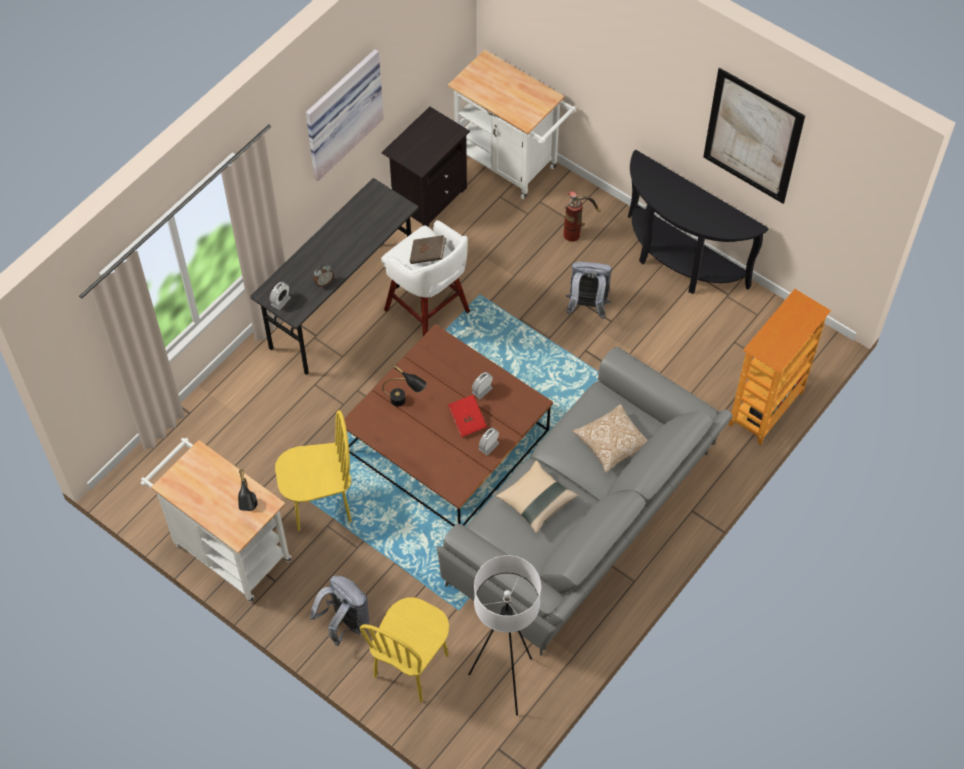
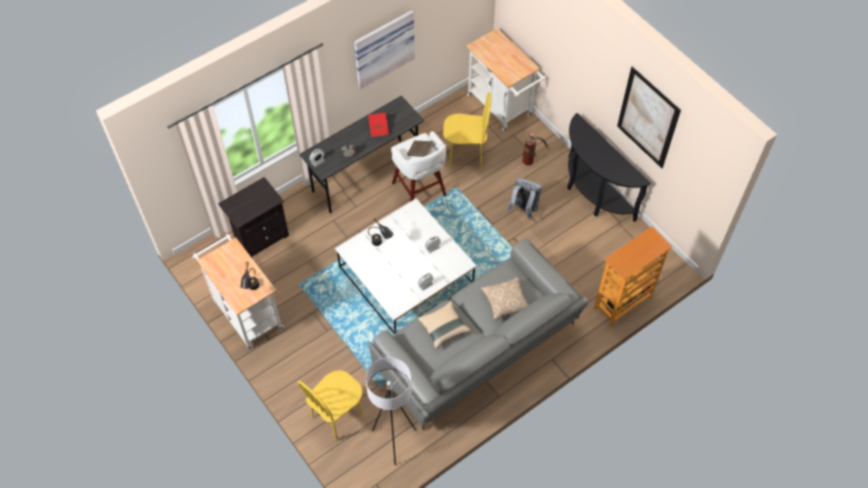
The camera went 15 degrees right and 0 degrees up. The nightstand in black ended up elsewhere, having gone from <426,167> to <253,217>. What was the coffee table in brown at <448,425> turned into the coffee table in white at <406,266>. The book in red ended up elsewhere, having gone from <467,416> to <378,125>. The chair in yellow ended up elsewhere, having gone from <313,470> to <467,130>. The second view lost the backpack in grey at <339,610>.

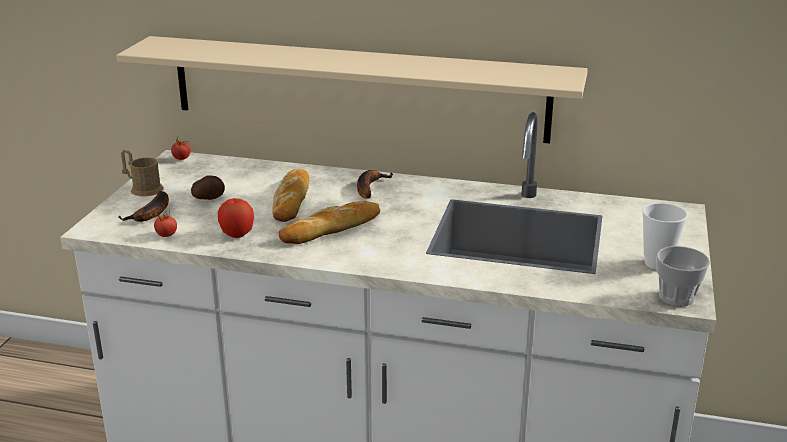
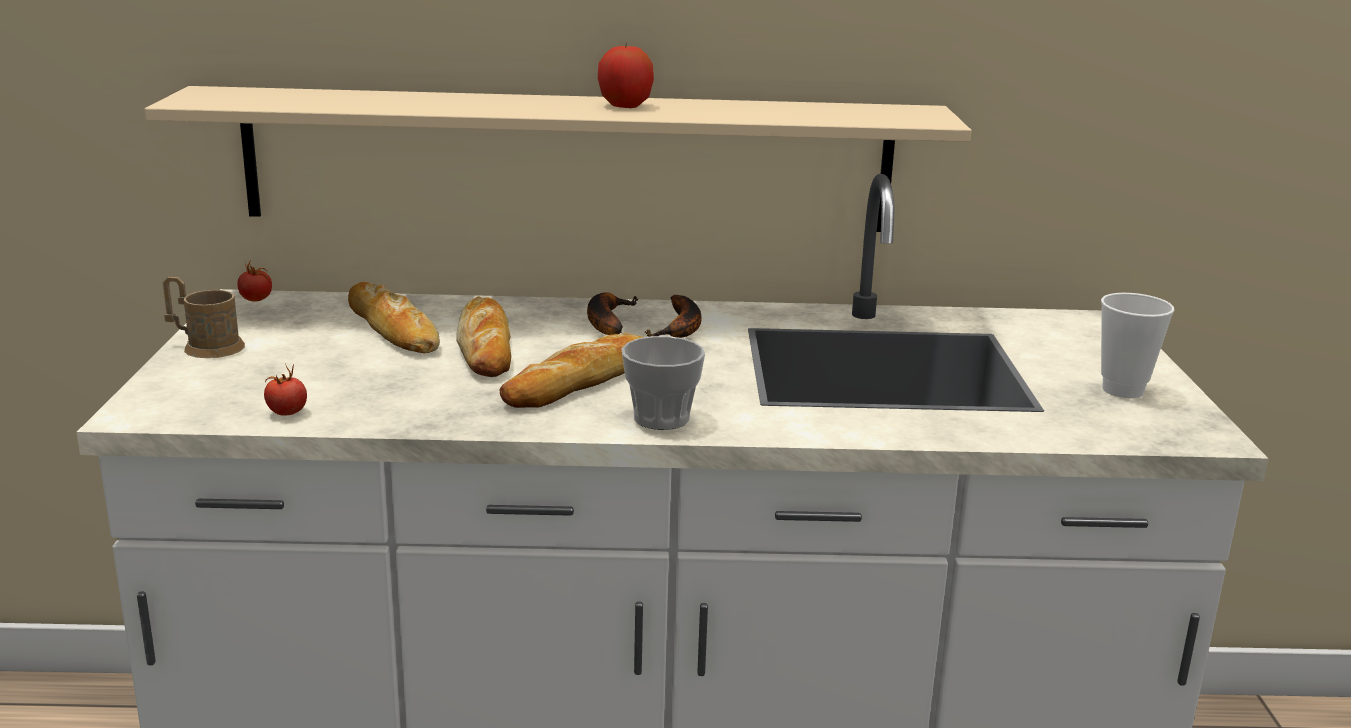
The camera went 15 degrees left and 5 degrees down. The second view lost the potato at <208,187>. The banana ended up elsewhere, having gone from <143,206> to <673,316>. The apple ended up elsewhere, having gone from <236,218> to <626,75>. The cup ended up elsewhere, having gone from <683,276> to <663,383>. The second view gained the bread at <394,317>.

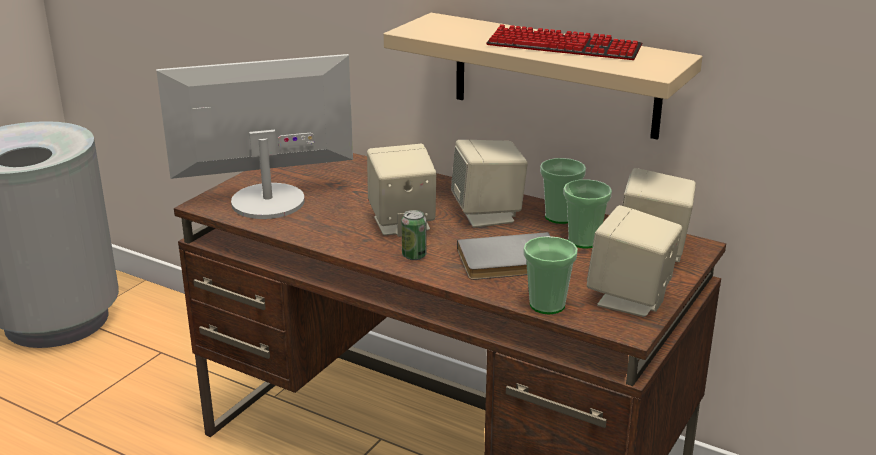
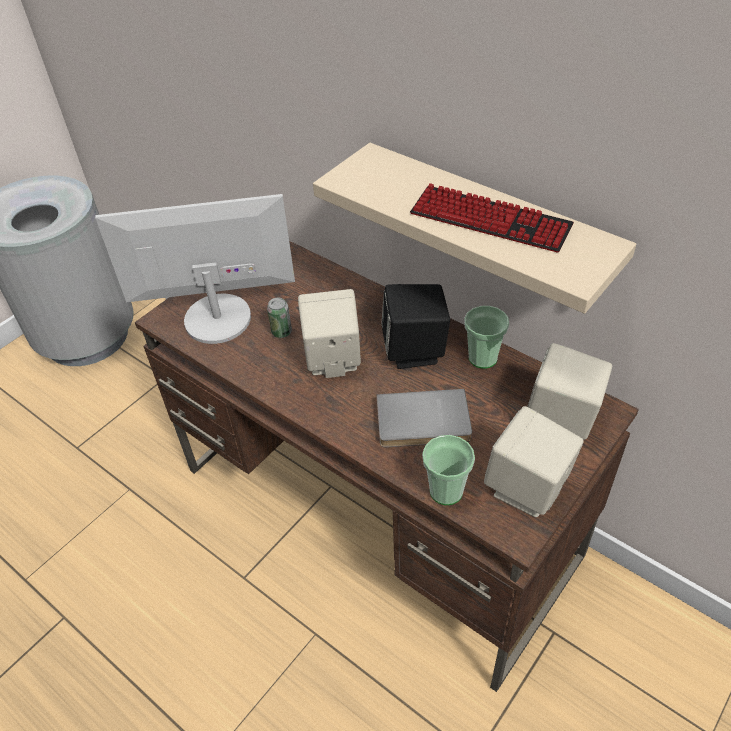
The camera went 10 degrees right and 20 degrees up. What was the speaker in beige at <489,184> turned into the speaker in black at <415,326>. The second view lost the cup at <587,213>. The can ended up elsewhere, having gone from <414,235> to <279,318>.

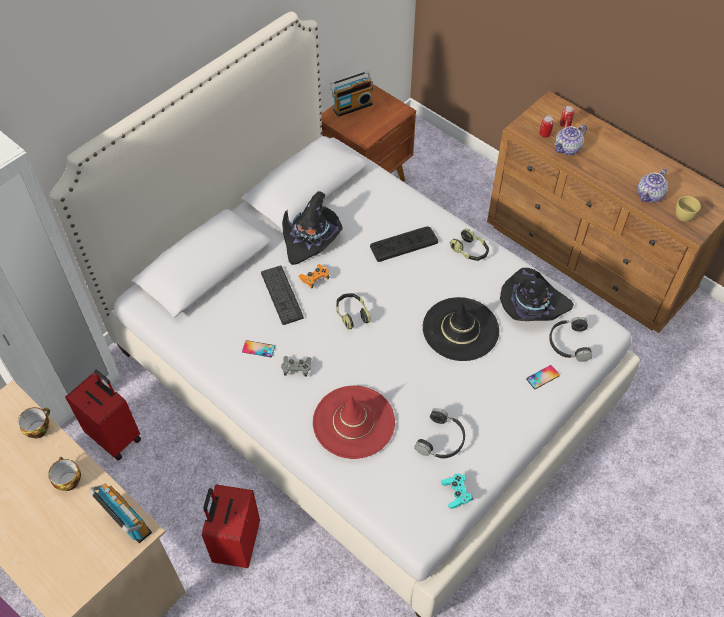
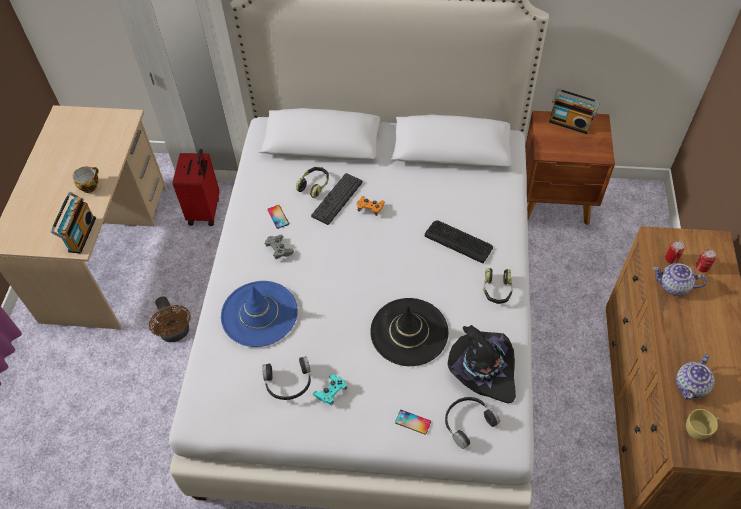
The camera went 55 degrees right and 0 degrees up. The teapot at <652,185> ended up facing another way, 60 degrees counterclockwise from before. The second view lost the hat in black at <312,228>. The headphones ended up elsewhere, having gone from <353,311> to <312,182>. What was the hat in red at <354,422> turned into the hat in blue at <259,314>. The second view lost the cup at <34,422>. The game controller in turquoise ended up elsewhere, having gone from <457,491> to <330,390>. Where the suitcase in red stood at <231,526>, the fan in brown came to stand at <170,319>.

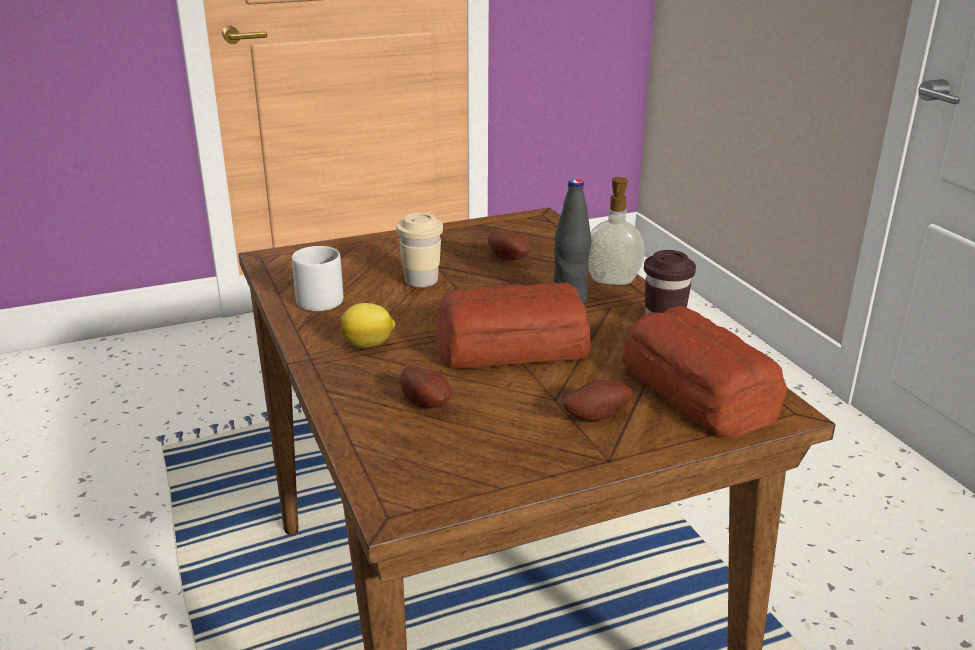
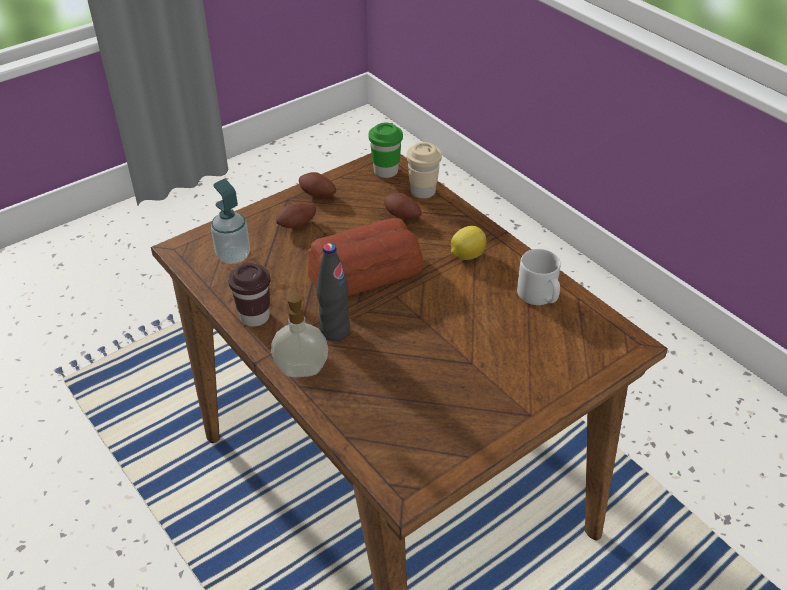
The camera went 165 degrees right and 15 degrees up. The cup in beige ended up elsewhere, having gone from <419,250> to <424,170>. The potato ended up elsewhere, having gone from <509,246> to <317,184>. Where the bread stood at <704,372>, the soap dispenser came to stand at <230,221>. The second view gained the cup in green at <386,150>.

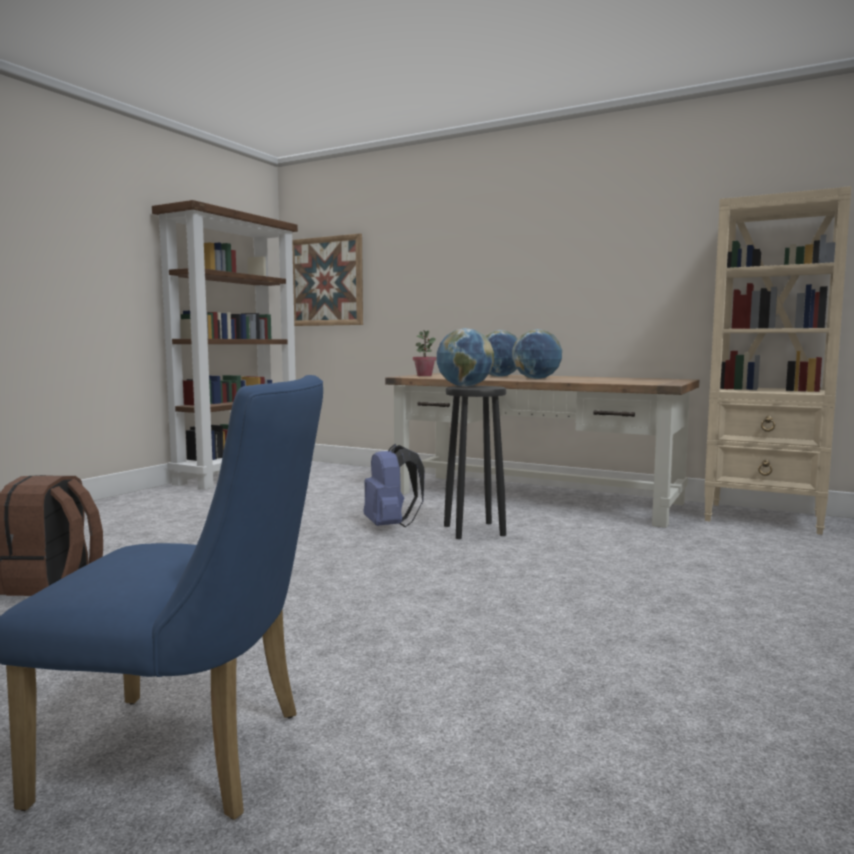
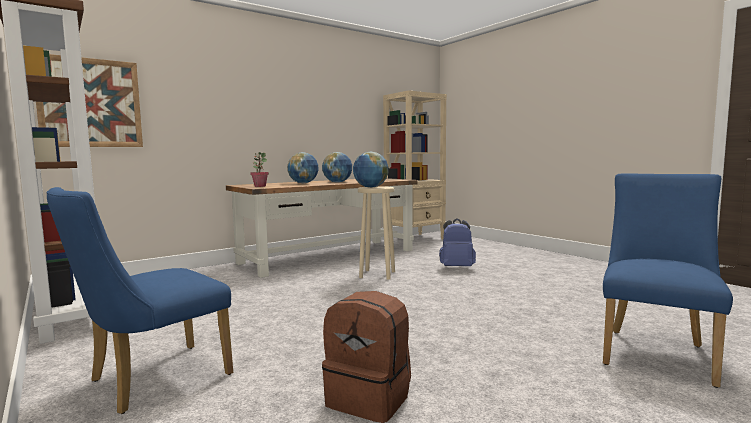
The camera went 65 degrees left and 0 degrees up. What was the stool in black at <475,462> turned into the stool in beige at <376,233>. The backpack in blue ended up elsewhere, having gone from <394,485> to <457,242>. The second view gained the chair in blue at <140,300>.

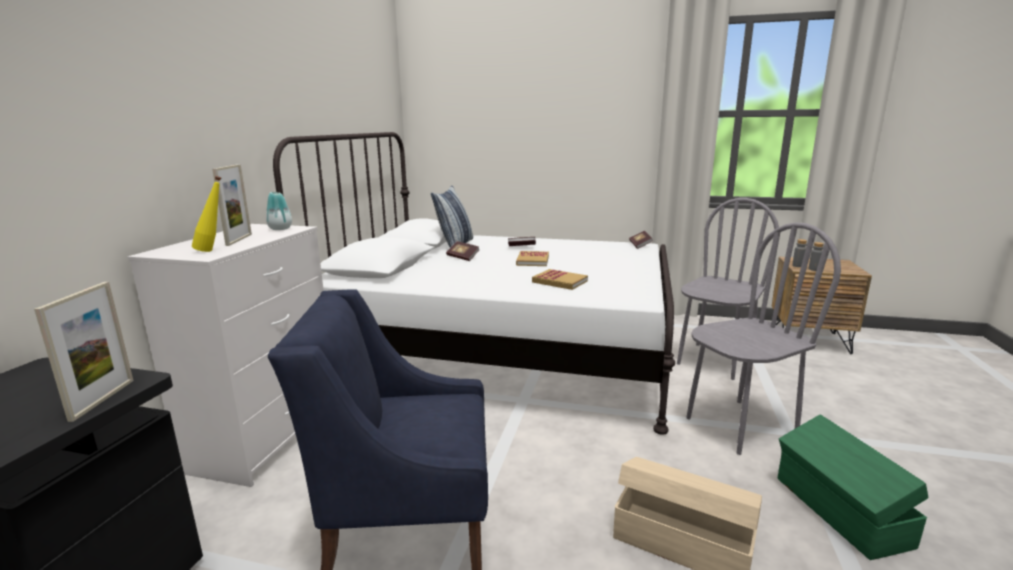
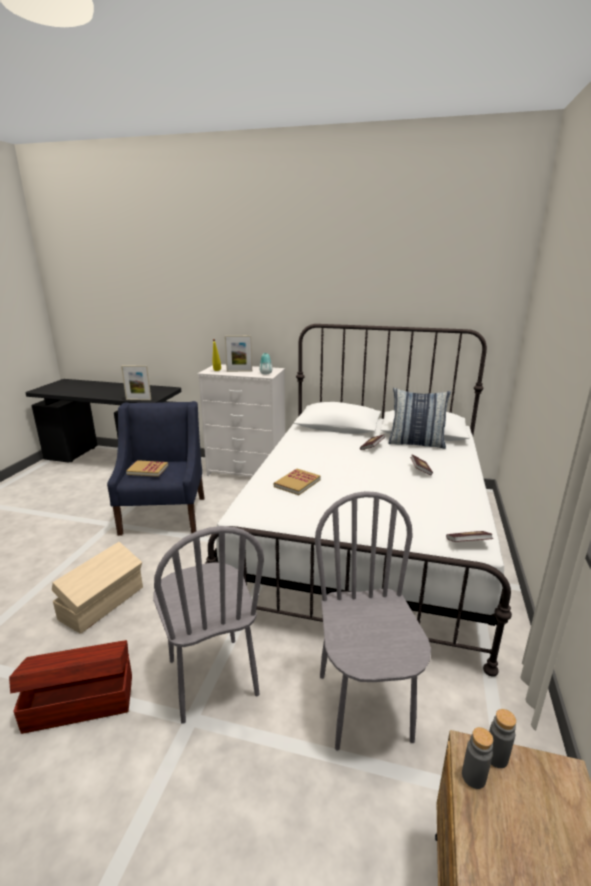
The camera went 90 degrees right and 5 degrees up. The chair in grey at <728,289> ended up facing another way, 135 degrees counterclockwise from before. The book ended up elsewhere, having gone from <532,258> to <147,468>. What was the storage box in green at <853,487> turned into the storage box in brown at <70,687>.

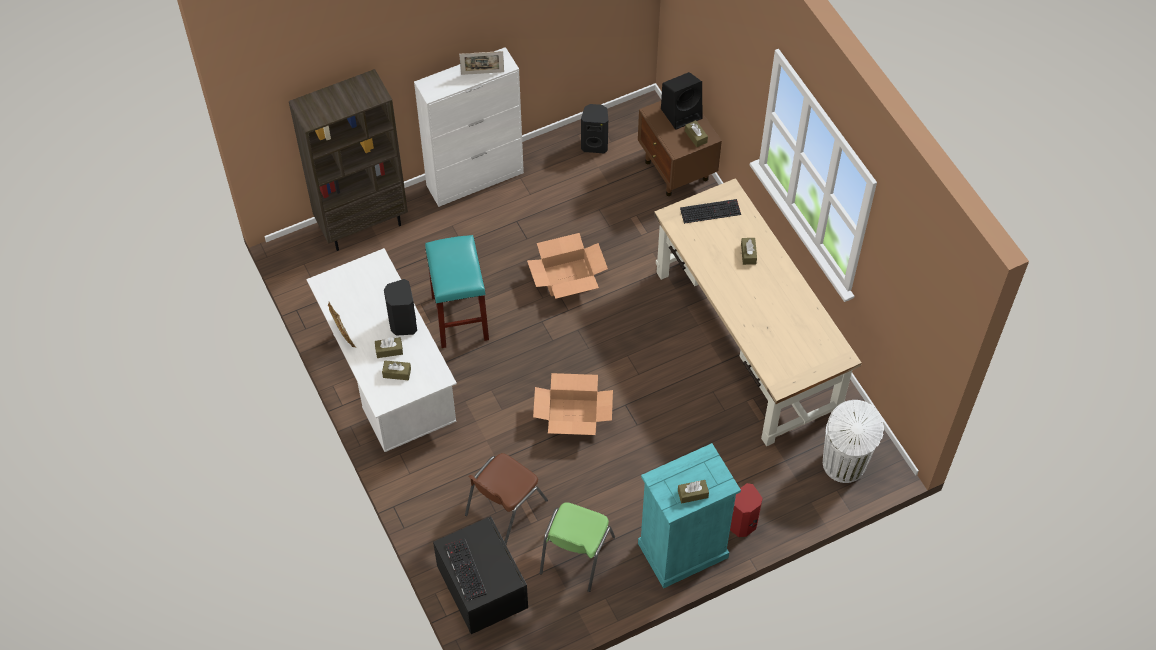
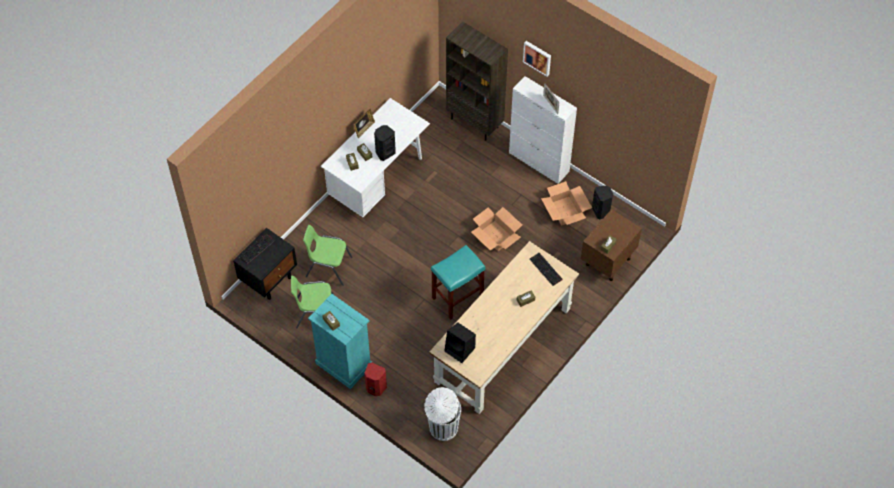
The camera went 65 degrees right and 0 degrees up. The speaker in black ended up elsewhere, having gone from <681,101> to <460,343>. The stool in turquoise ended up elsewhere, having gone from <457,291> to <458,282>. The cardboard box ended up elsewhere, having gone from <573,404> to <566,203>. What was the chair in brown at <506,498> turned into the chair in green at <328,255>. The second view gained the picture at <537,59>.

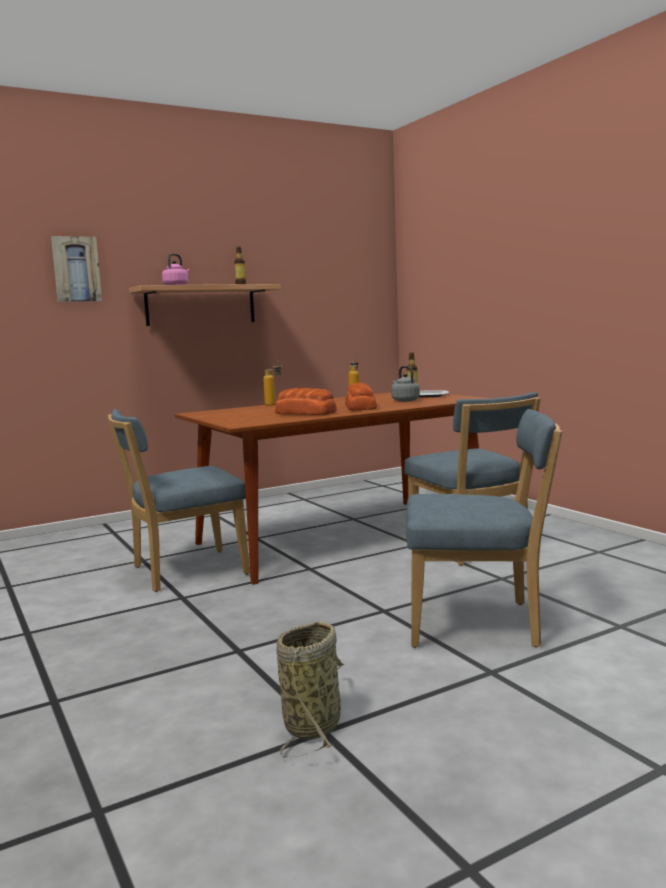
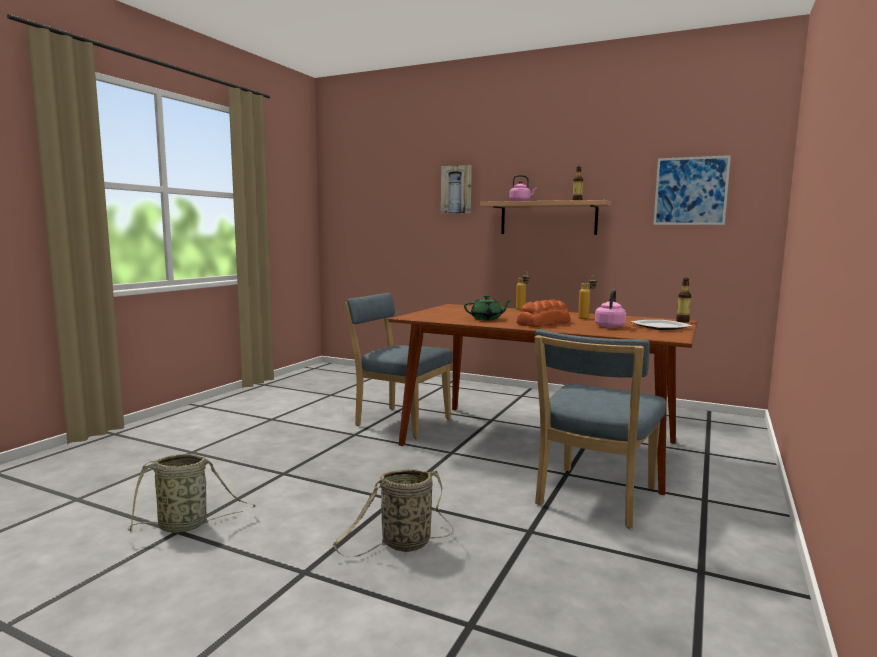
The camera went 55 degrees right and 0 degrees up. What was the kettle in grey at <405,384> turned into the kettle in pink at <610,309>. Where the bread stood at <306,401>, the teapot in green came to stand at <488,307>. Where the chair in blue stood at <484,528>, the basket came to stand at <393,513>. The second view gained the picture at <692,190>.

